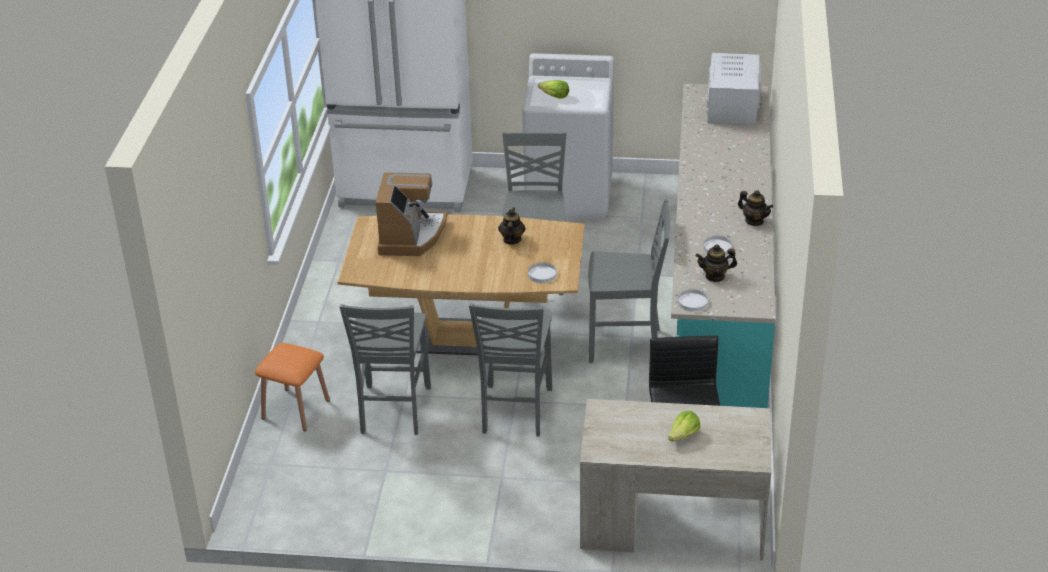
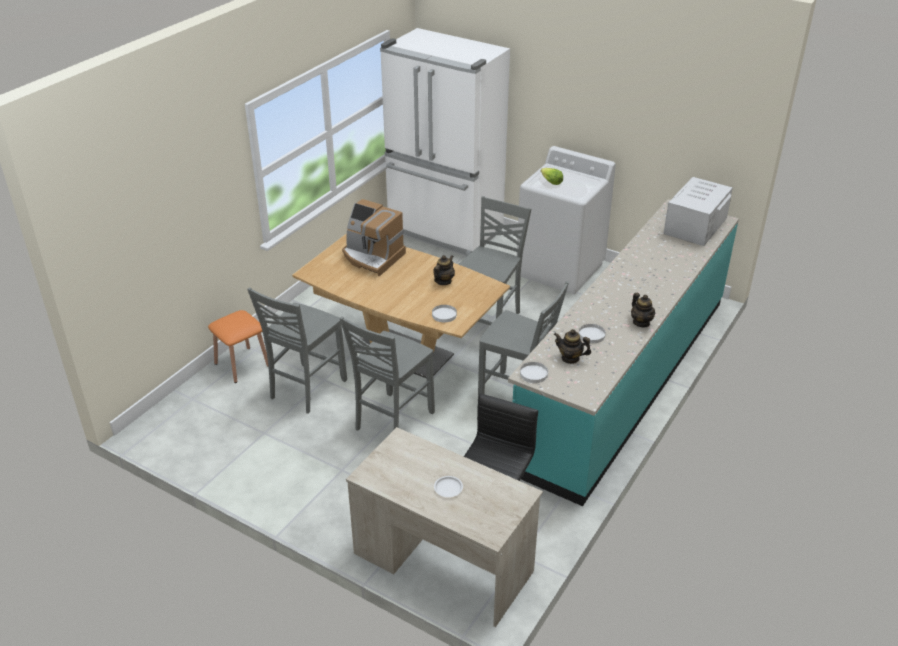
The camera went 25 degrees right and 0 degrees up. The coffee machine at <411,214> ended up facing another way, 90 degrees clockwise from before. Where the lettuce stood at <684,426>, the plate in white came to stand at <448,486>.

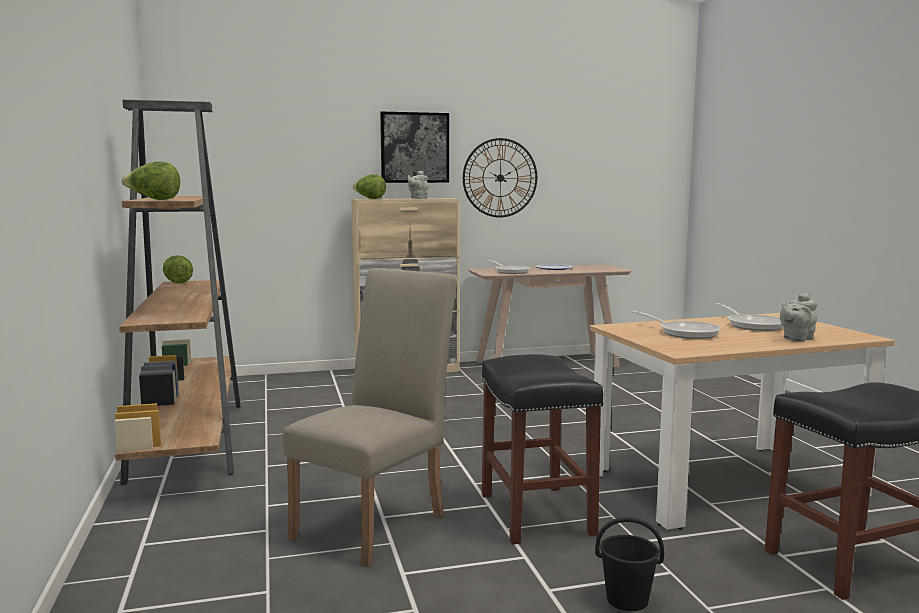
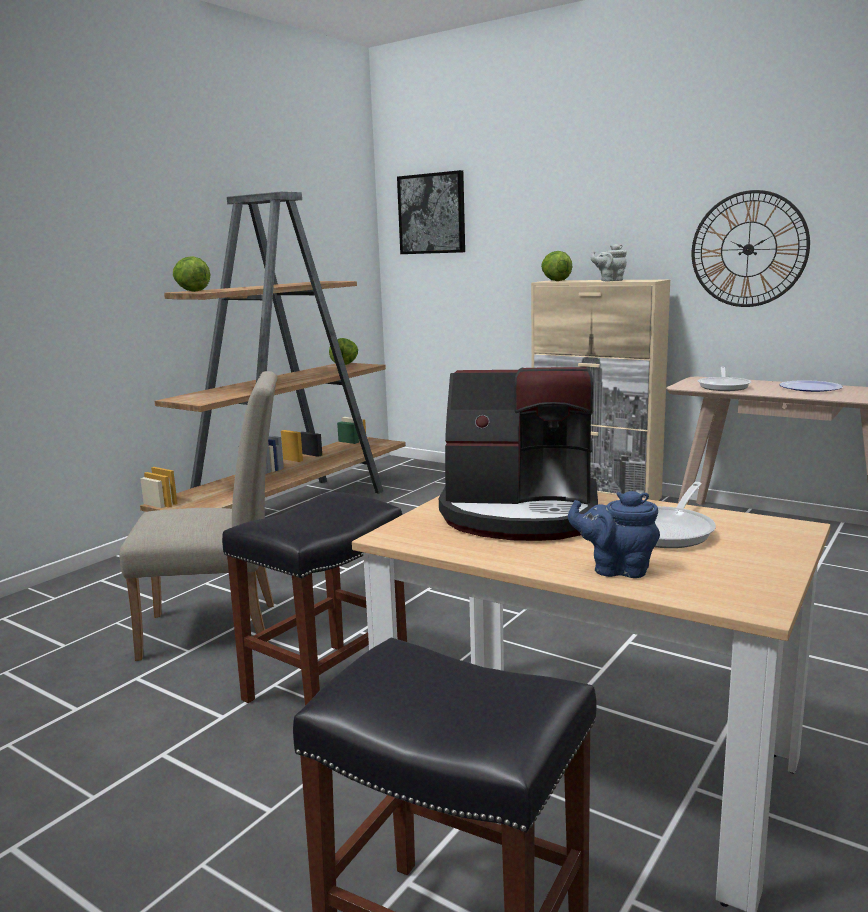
The camera went 50 degrees right and 5 degrees up. The picture ended up elsewhere, having gone from <414,147> to <431,212>. What was the teapot in grey at <798,317> turned into the teapot in blue at <614,534>. Where the frying pan stood at <677,325>, the coffee machine came to stand at <518,454>. The second view lost the bucket in black at <629,564>.

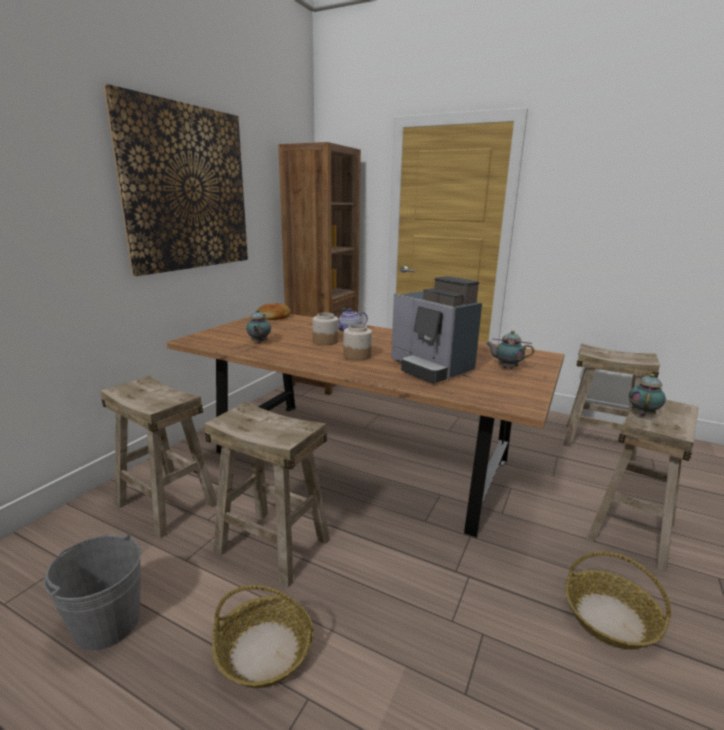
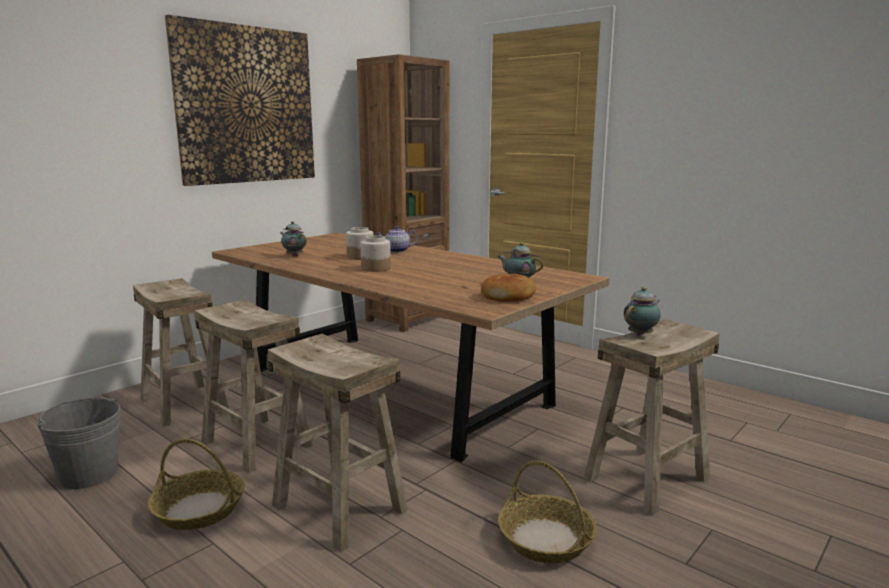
The camera went 15 degrees right and 5 degrees down. The second view lost the coffee machine at <436,329>. The bread ended up elsewhere, having gone from <275,311> to <508,288>. The teapot at <258,326> ended up facing another way, 120 degrees clockwise from before. The stool in beige ended up elsewhere, having gone from <611,402> to <338,442>.

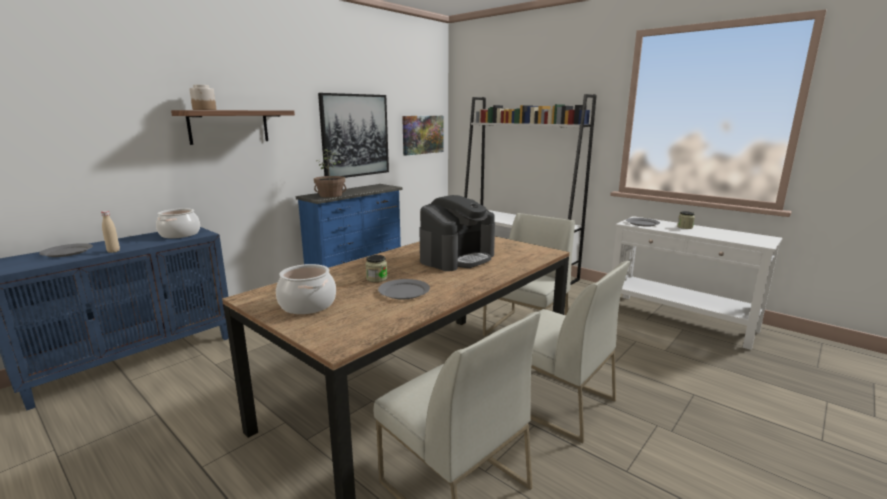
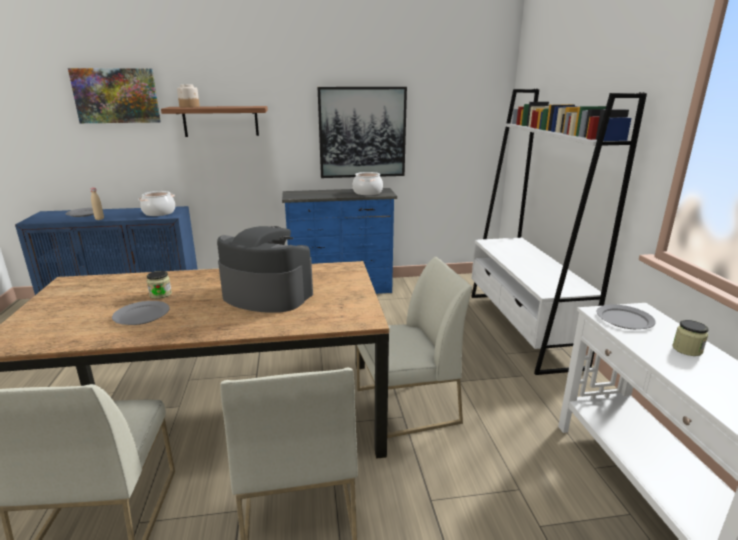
The camera went 40 degrees right and 5 degrees up. The picture ended up elsewhere, having gone from <423,136> to <114,95>. The second view lost the potted plant at <330,173>. The coffee machine at <457,233> ended up facing another way, 150 degrees counterclockwise from before. The cooking pot ended up elsewhere, having gone from <306,289> to <368,183>.

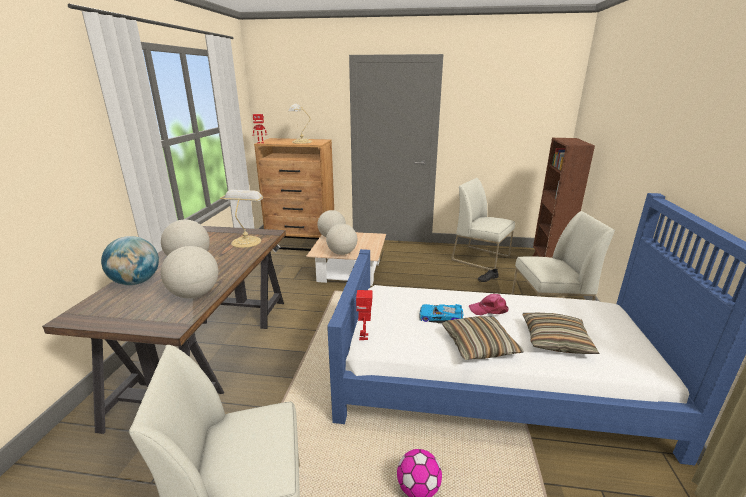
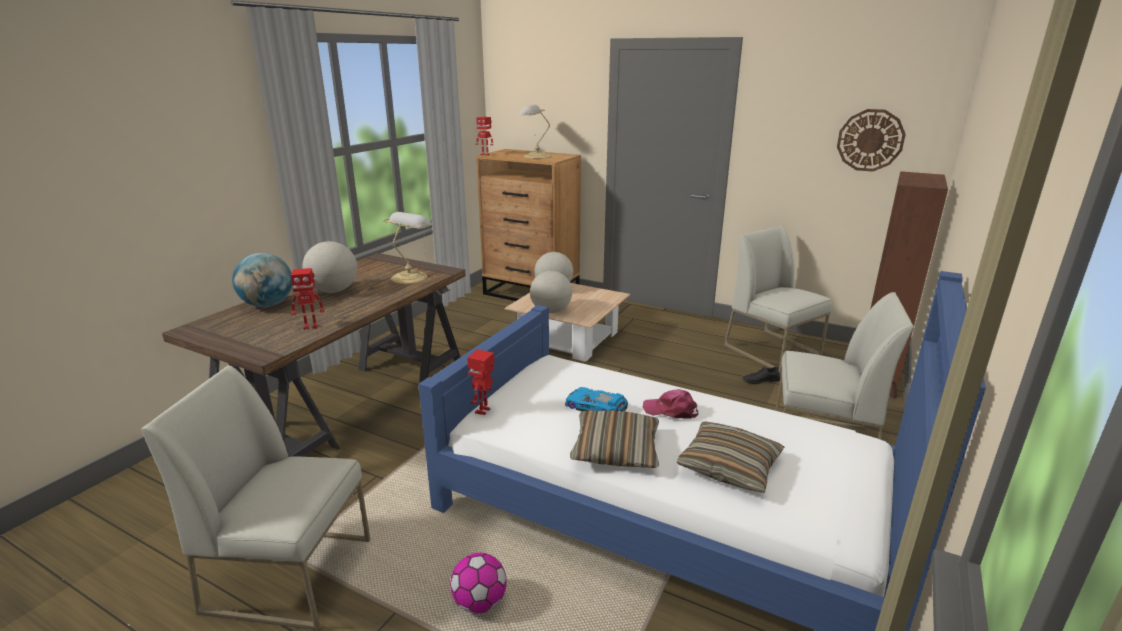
The camera went 20 degrees right and 0 degrees up. Where the globe stood at <189,272>, the toy robot came to stand at <307,299>. The second view gained the wall clock at <871,140>.

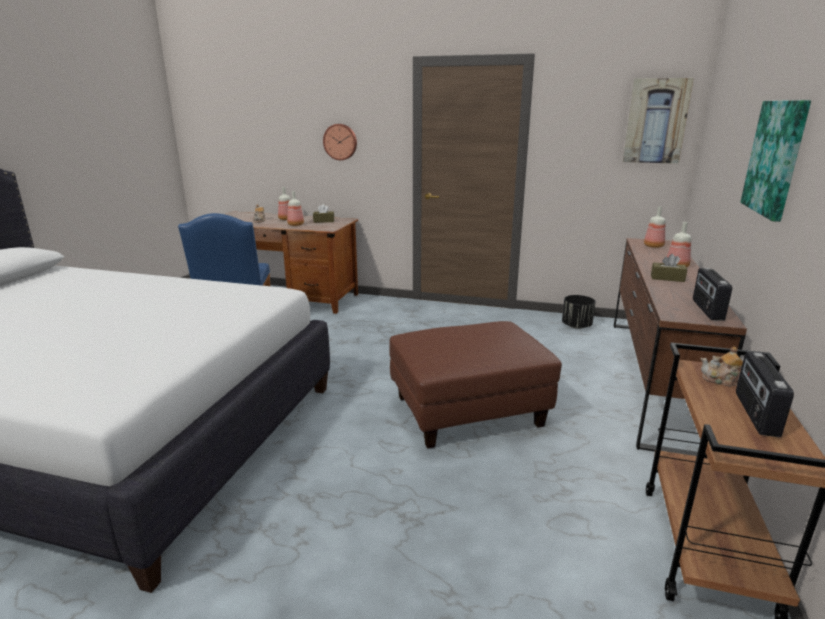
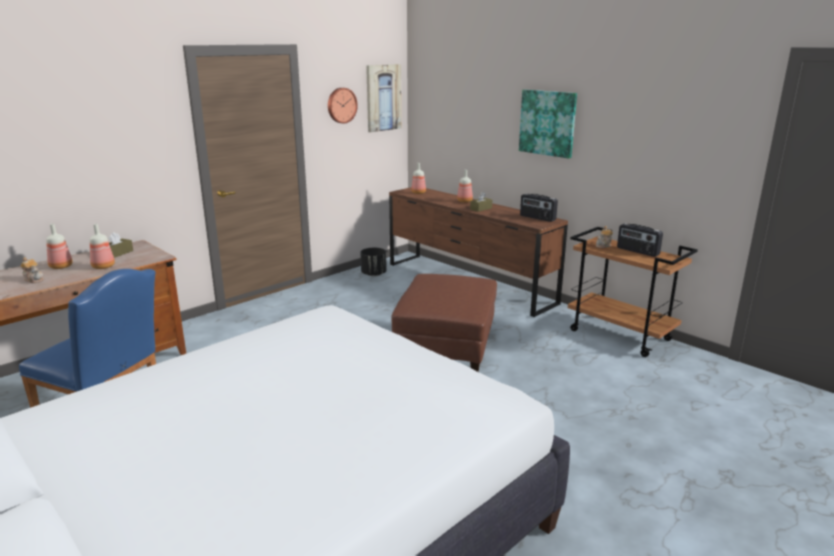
The camera went 60 degrees left and 0 degrees up. The wall clock ended up elsewhere, having gone from <340,142> to <343,105>.

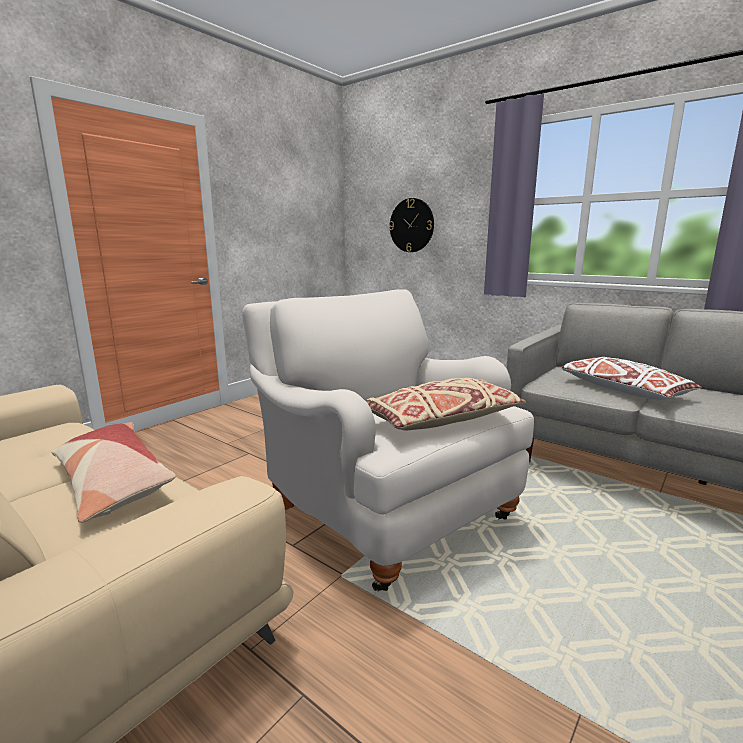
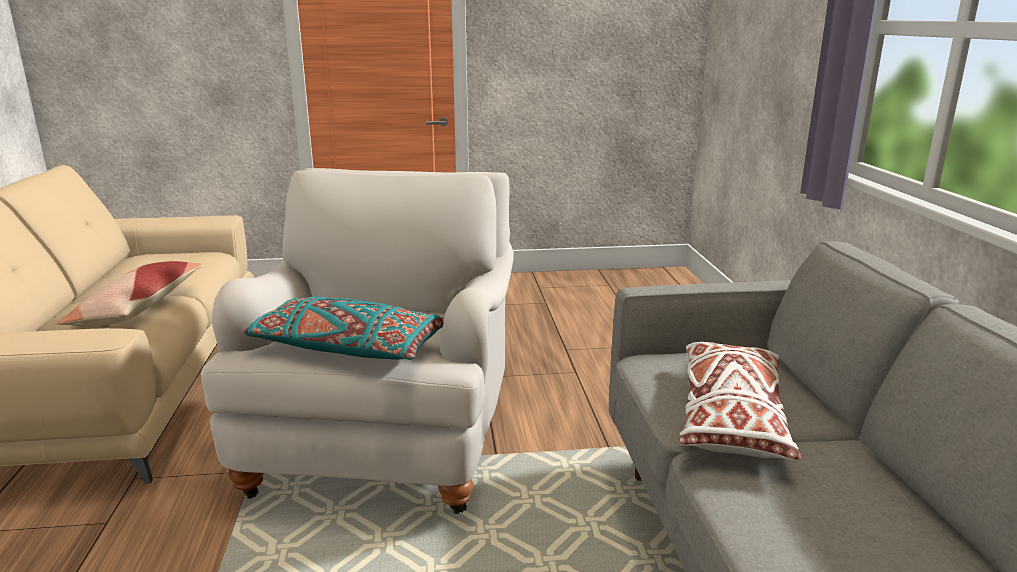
The camera went 45 degrees right and 5 degrees up. The second view lost the wall clock at <411,225>. What was the pillow in beige at <446,404> turned into the pillow in turquoise at <344,328>.

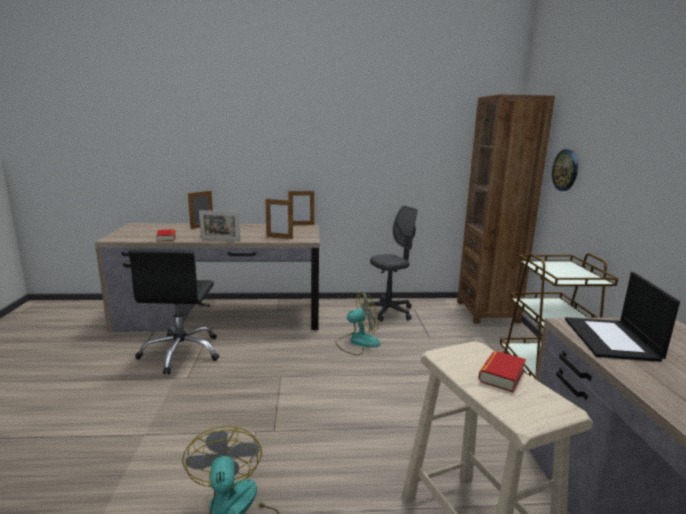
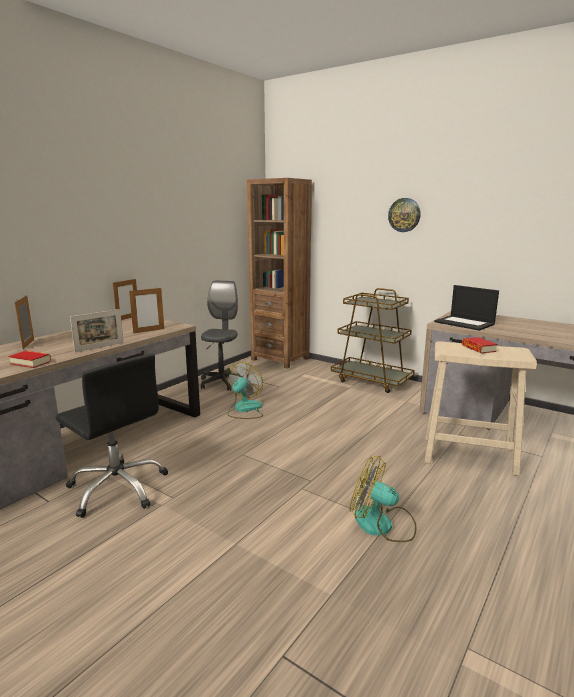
The camera went 50 degrees left and 0 degrees up. The wall clock ended up elsewhere, having gone from <565,170> to <404,215>.

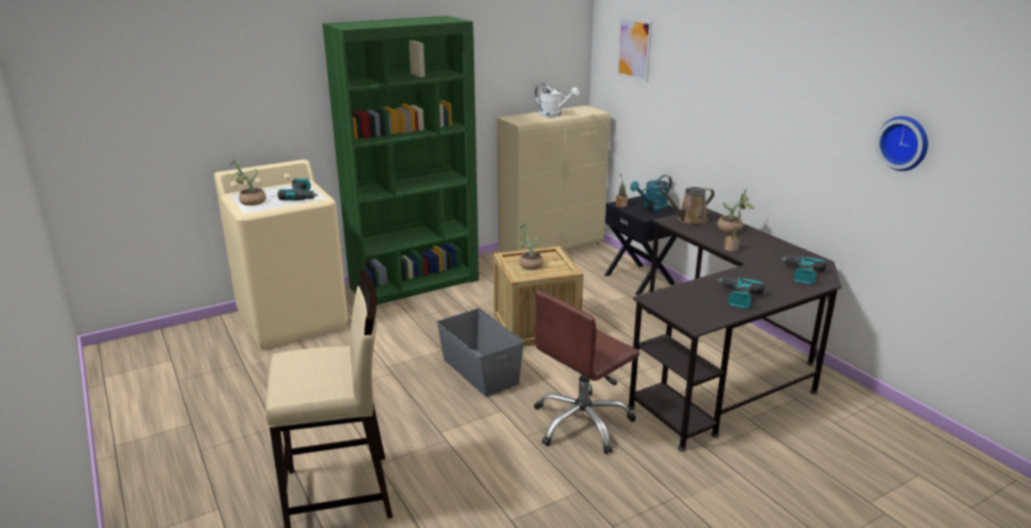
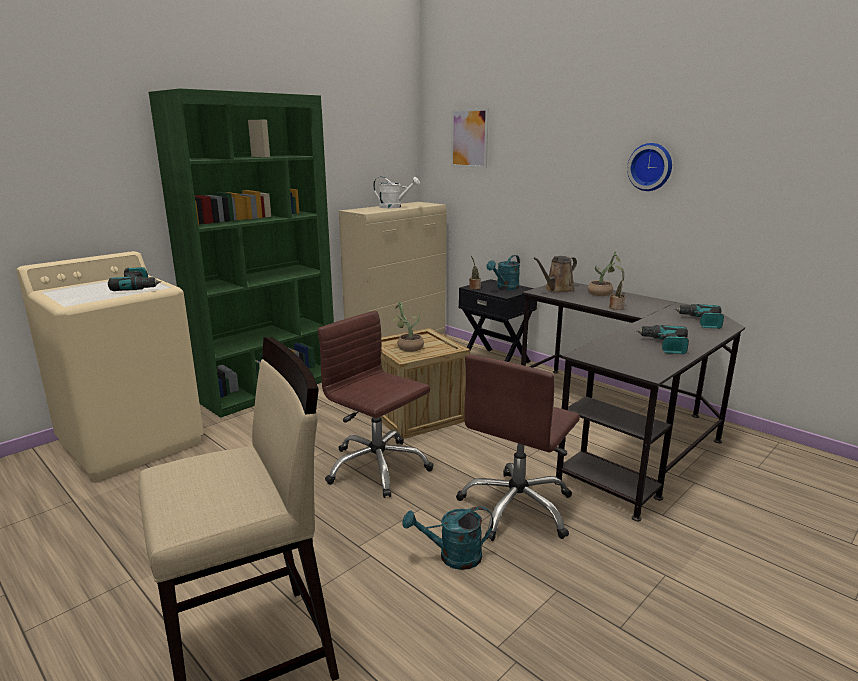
The camera went 15 degrees left and 5 degrees down. The wall clock ended up elsewhere, having gone from <902,143> to <649,167>. The second view lost the potted plant at <247,182>. Where the storage box in grey stood at <480,352>, the office chair in brown came to stand at <375,404>. The second view gained the watering can in turquoise at <448,538>.

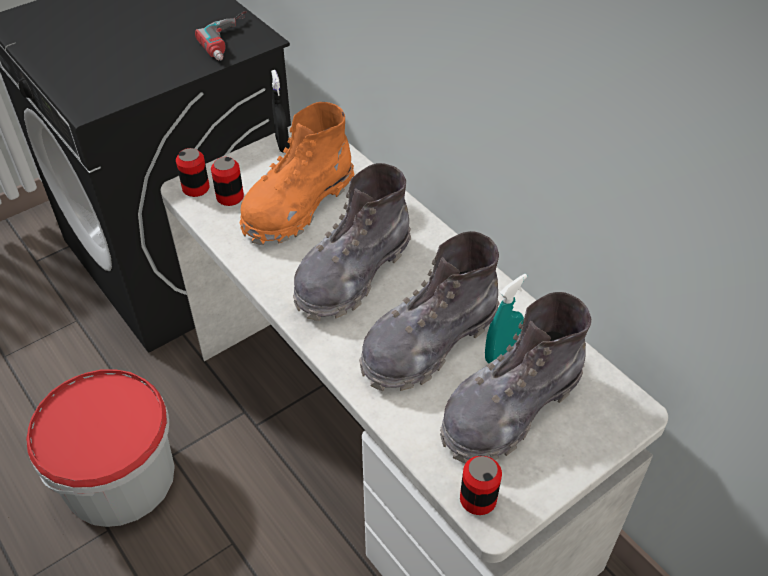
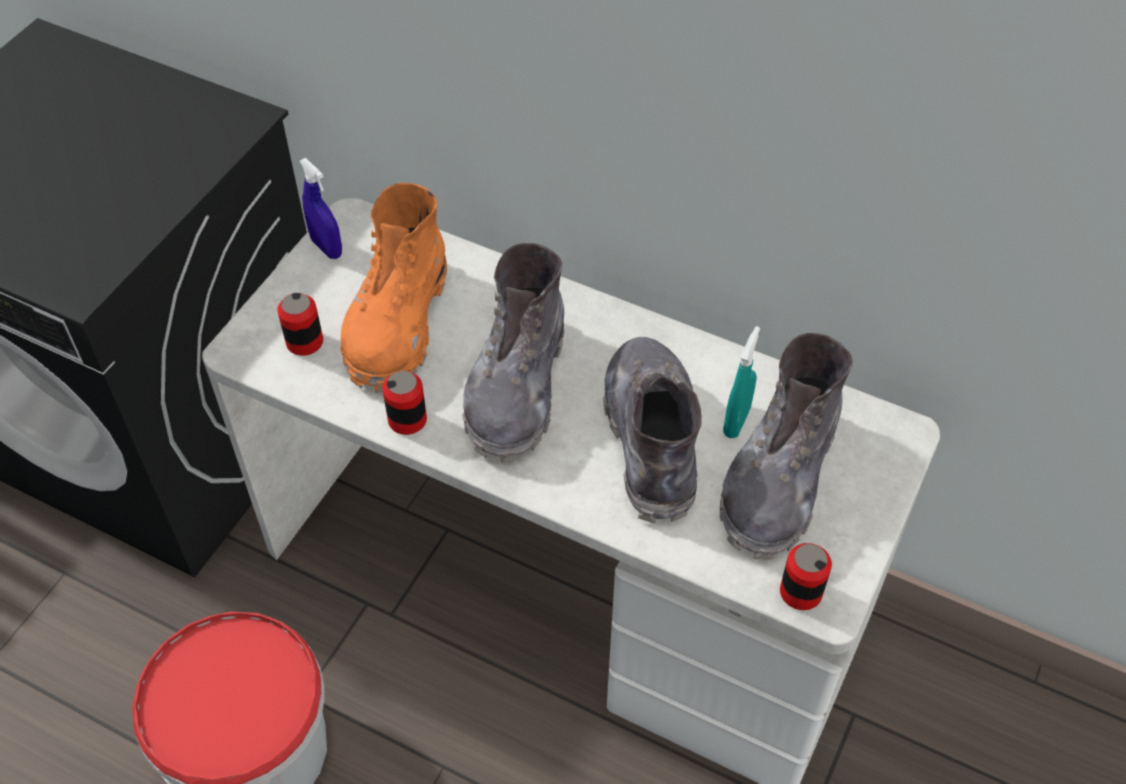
The camera went 25 degrees left and 5 degrees up. The second view lost the power drill at <221,35>. What was the spray bottle in black at <280,111> turned into the spray bottle in blue at <321,208>. The can ended up elsewhere, having gone from <193,172> to <404,403>. The boot in grey at <429,311> ended up facing another way, 150 degrees clockwise from before.

